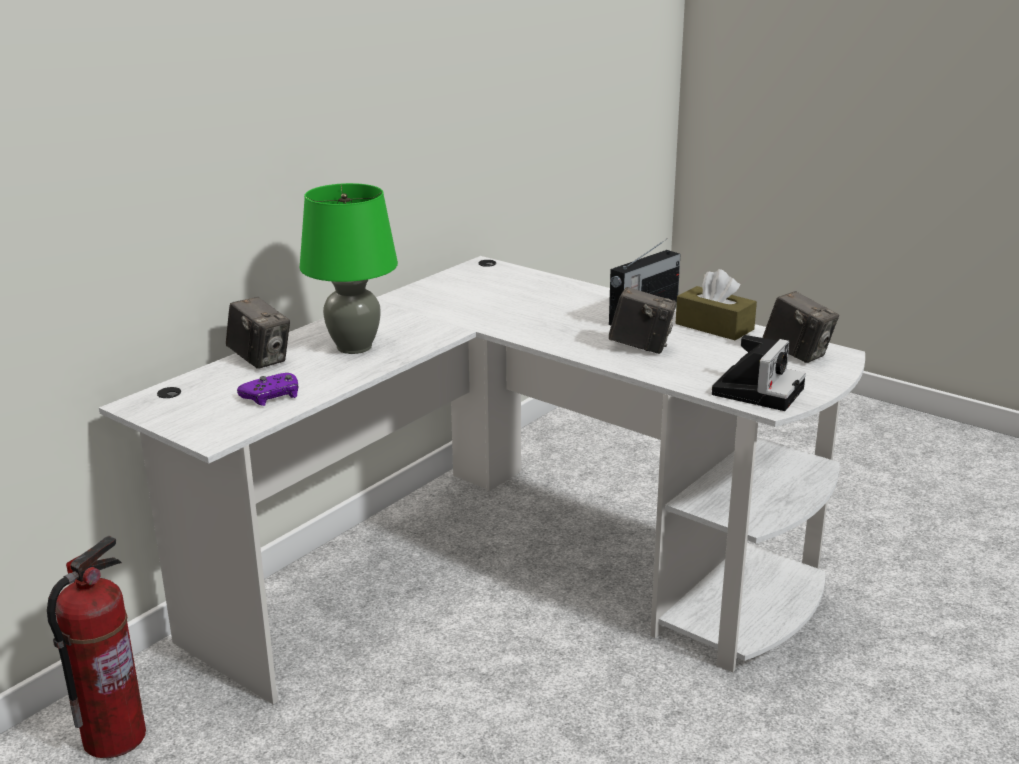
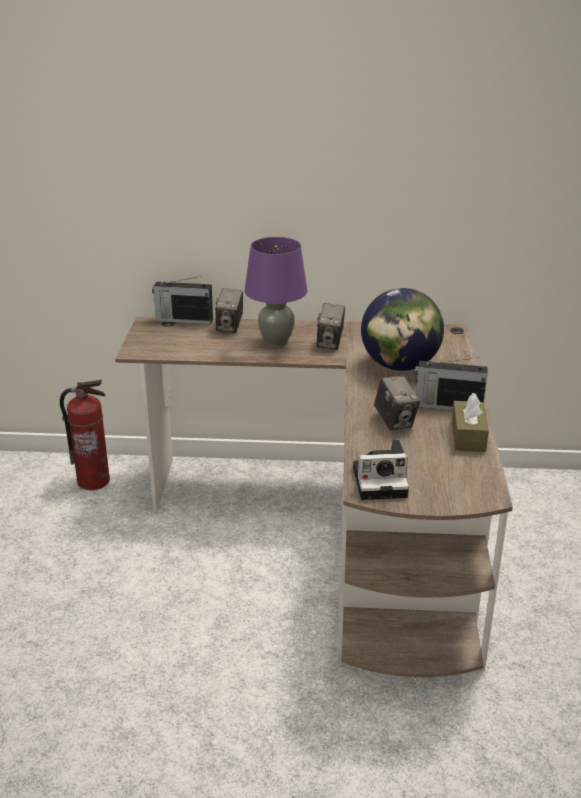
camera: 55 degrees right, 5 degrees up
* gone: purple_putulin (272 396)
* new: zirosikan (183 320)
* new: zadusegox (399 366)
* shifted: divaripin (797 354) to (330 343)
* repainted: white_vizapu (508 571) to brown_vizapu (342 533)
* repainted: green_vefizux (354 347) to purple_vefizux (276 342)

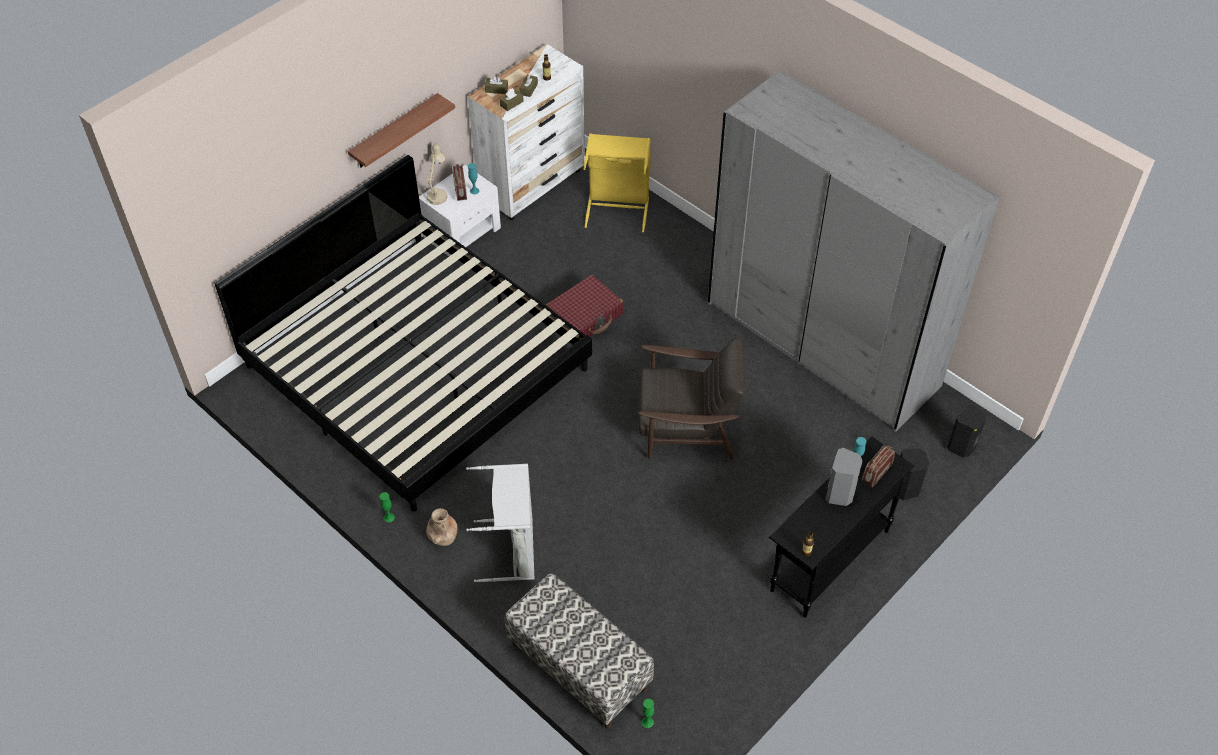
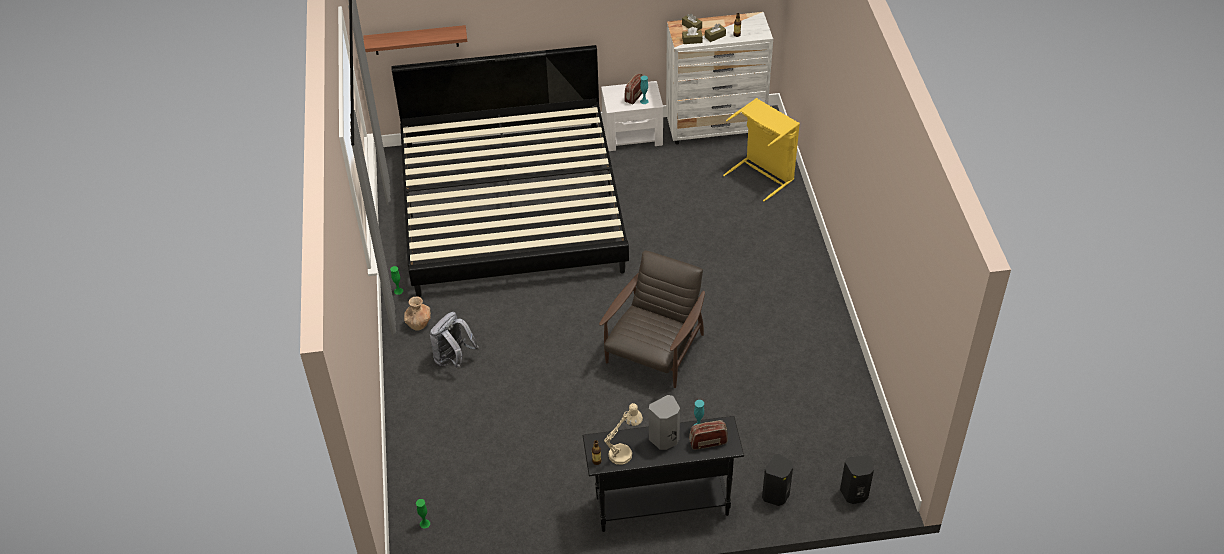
camera: 40 degrees right, 5 degrees down
* gone: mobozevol (578 667)
* gone: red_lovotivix (585 316)
* gone: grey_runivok (822 344)
* shifted: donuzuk (395 132) to (416 40)
* shifted: beige_vefizux (438 194) to (624 452)
* swapped: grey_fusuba (513 549) to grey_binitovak (453 359)
* rotated: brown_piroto (686 426) = (654 351) 105 degrees counterclockwise

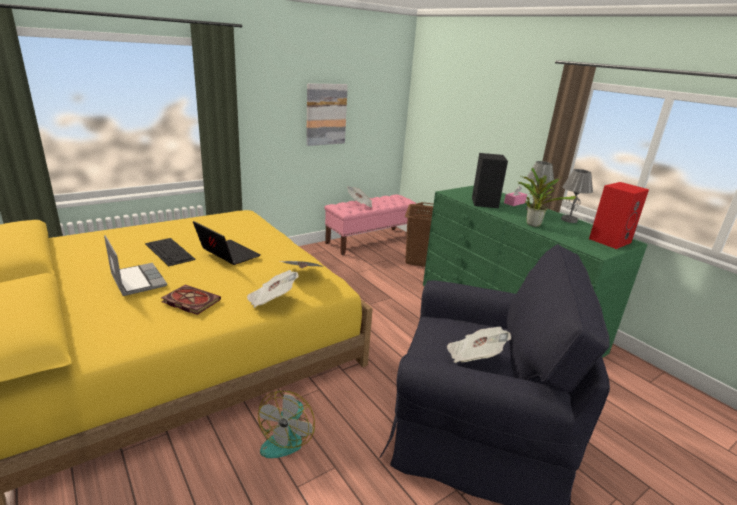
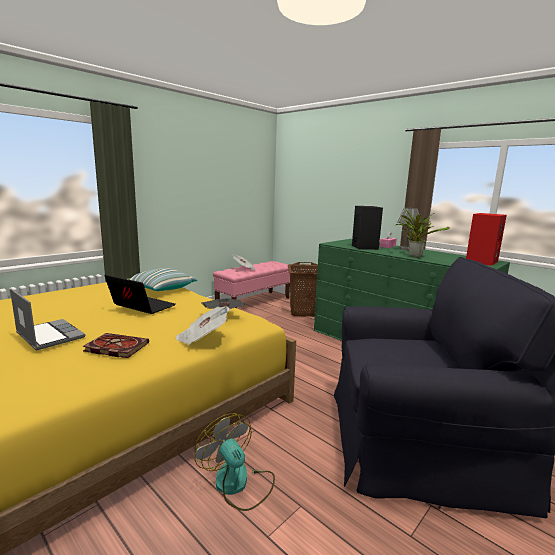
camera: 10 degrees left, 10 degrees down
* gone: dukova (170 251)
* gone: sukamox (326 114)
* gone: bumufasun (474 356)
* gone: grey_vefizux (569 220)
* new: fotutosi (161 289)
* rotated: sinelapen (286 437) = (238 484) 135 degrees clockwise

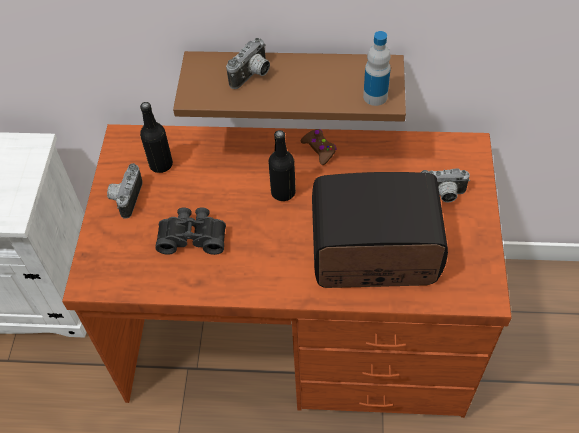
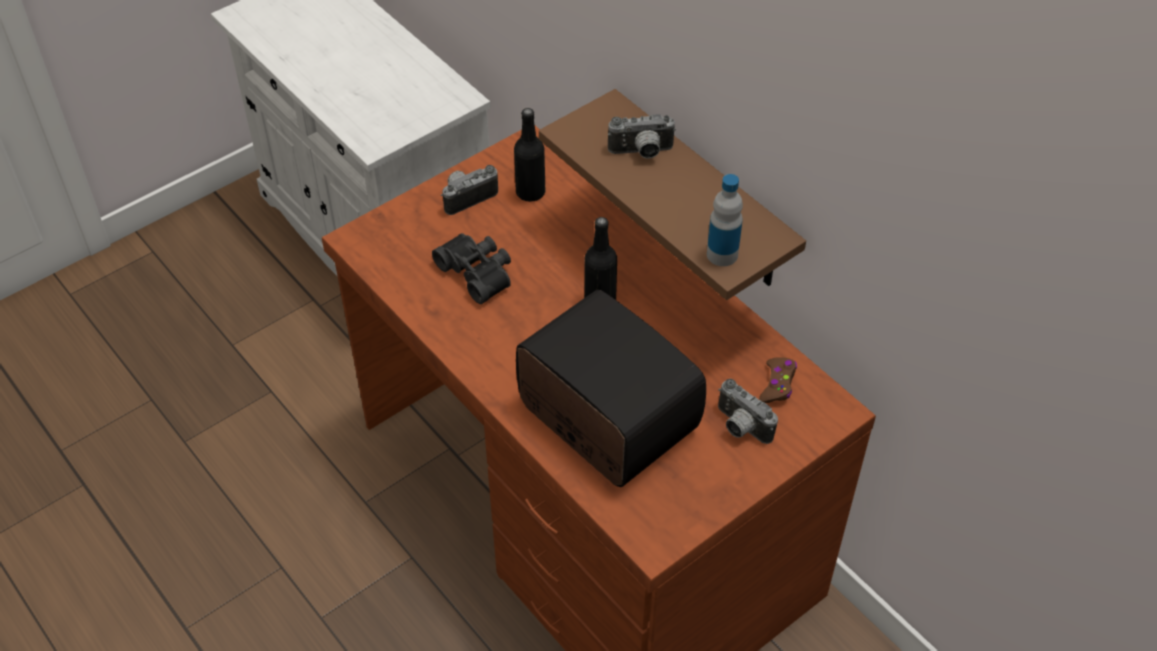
camera: 45 degrees right, 5 degrees down
* shifted: brown_putulin (319 149) to (777 384)

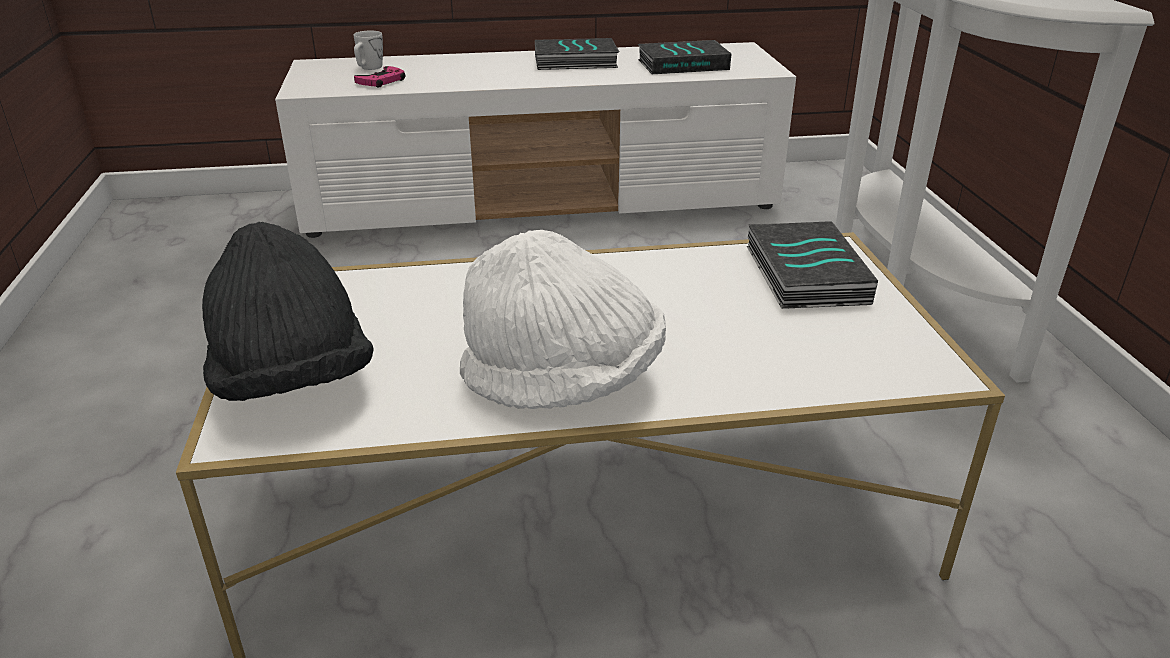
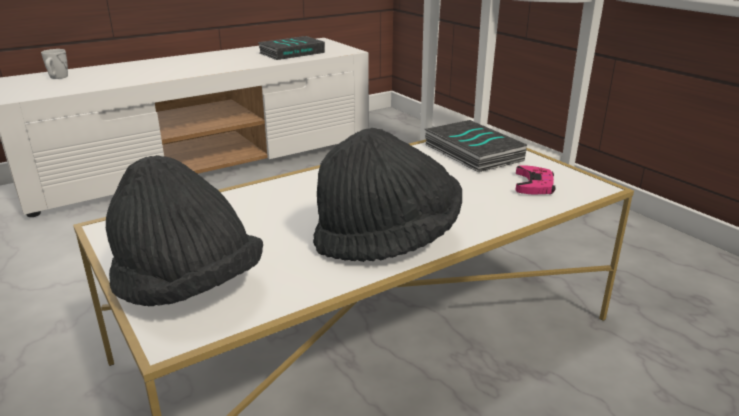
camera: 25 degrees left, 5 degrees down
* gone: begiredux (574 62)
* shifted: pink_putulin (382 81) to (534 185)
* repainted: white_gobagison (563 381) to black_gobagison (387 239)

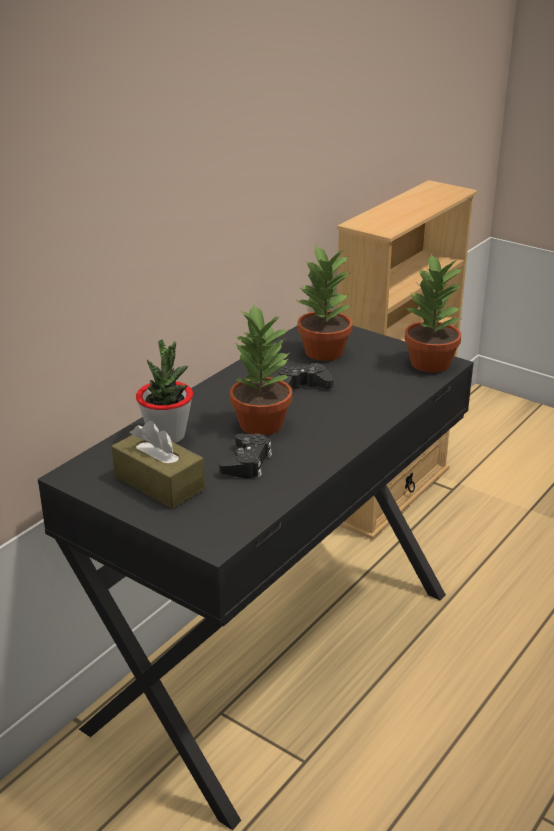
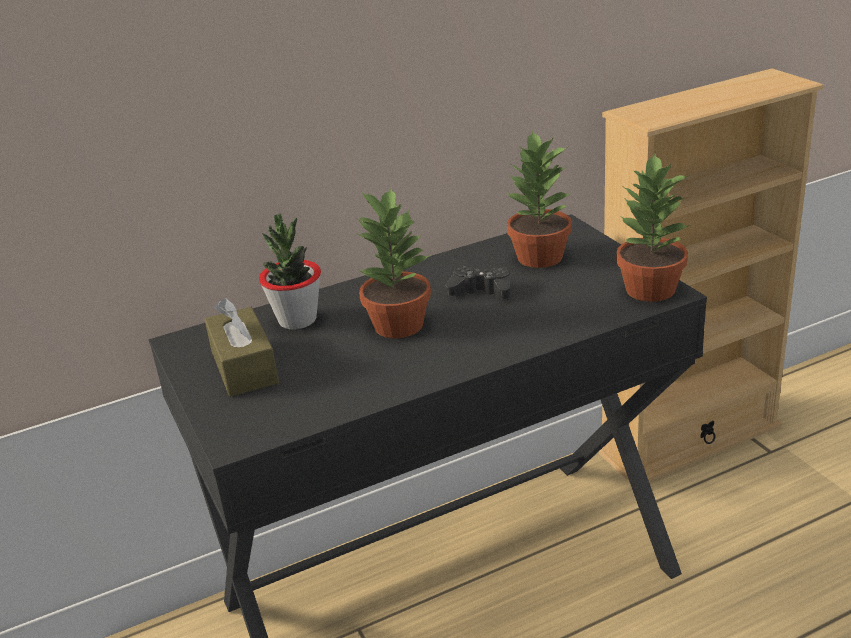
camera: 30 degrees right, 0 degrees up
* gone: black_putulin (247 462)

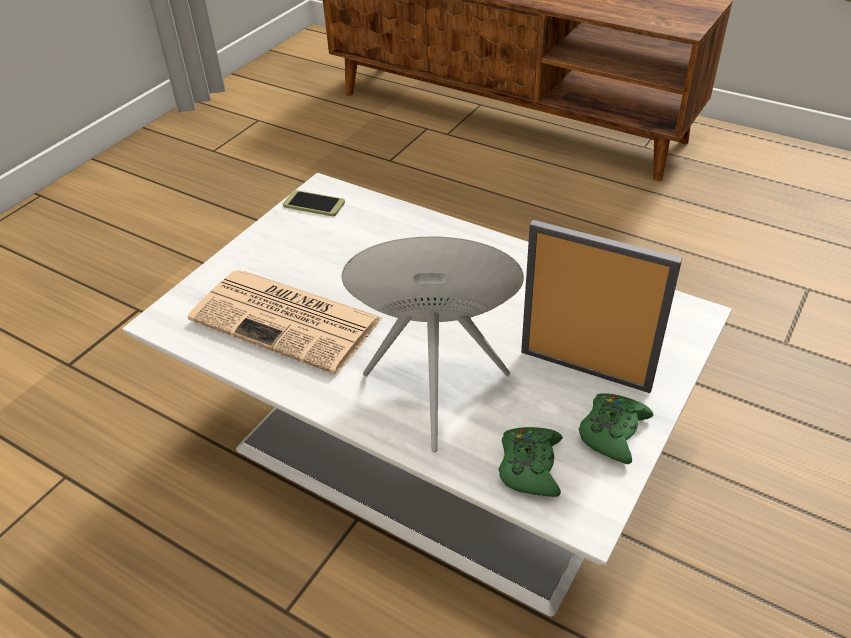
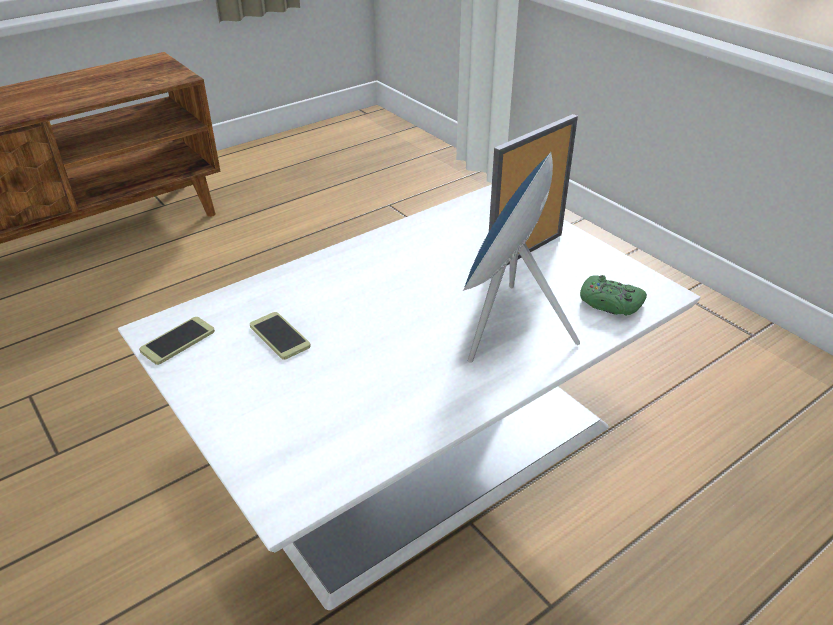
camera: 70 degrees left, 5 degrees down
* gone: bumufasun (289 320)
* gone: green_putulin (613 432)
* new: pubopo (279 336)

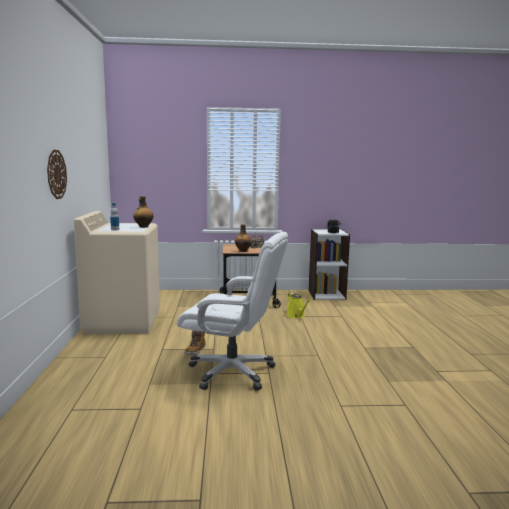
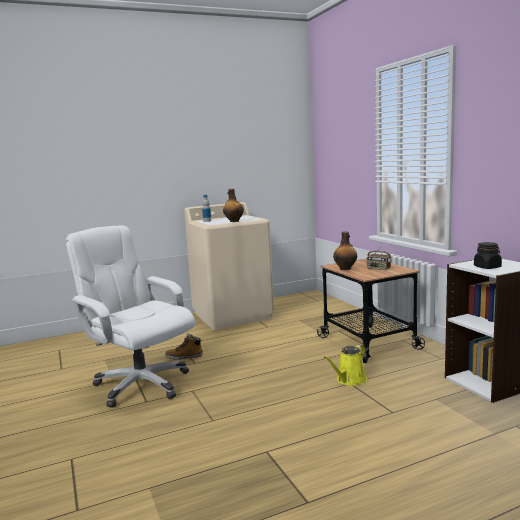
camera: 70 degrees right, 0 degrees up
* gone: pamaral (56 174)
* rotated: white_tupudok (233 372) = (141 384) 135 degrees clockwise

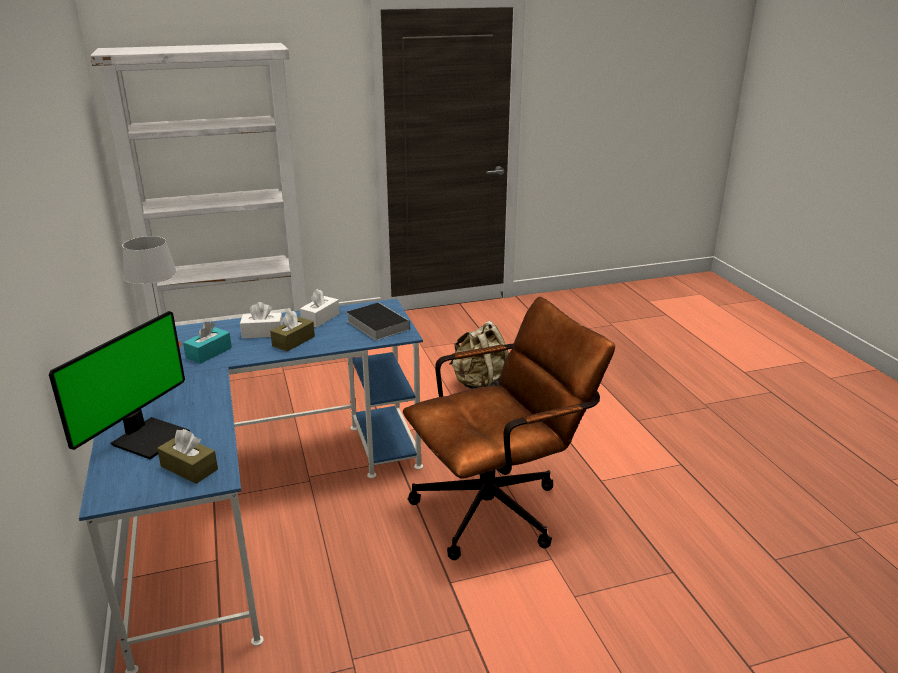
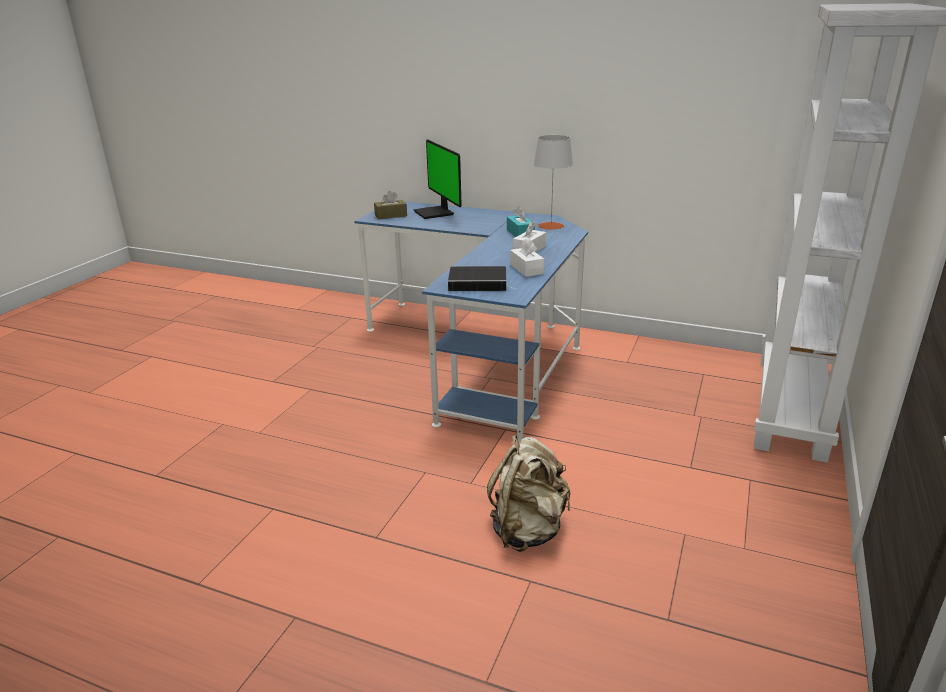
camera: 130 degrees right, 0 degrees up
* gone: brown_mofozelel (293 341)
* gone: brown_tupudok (500 507)

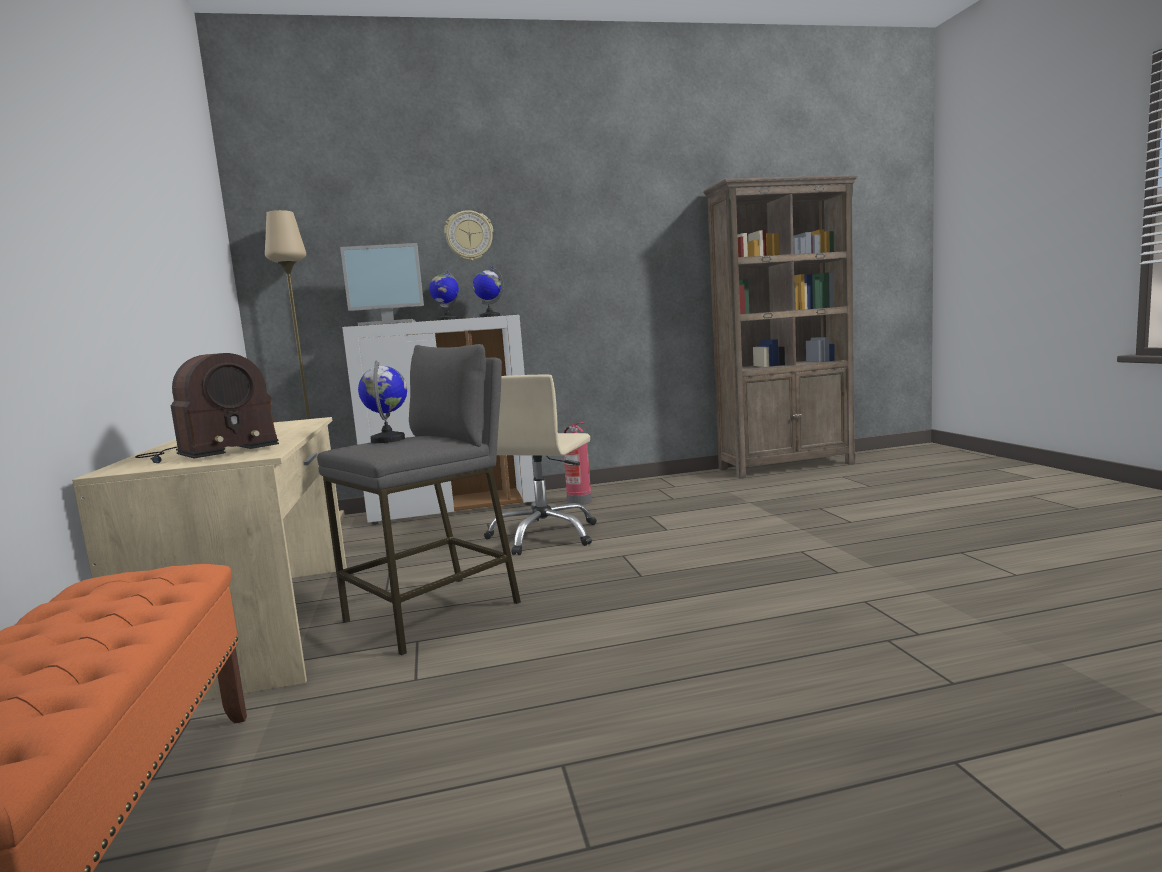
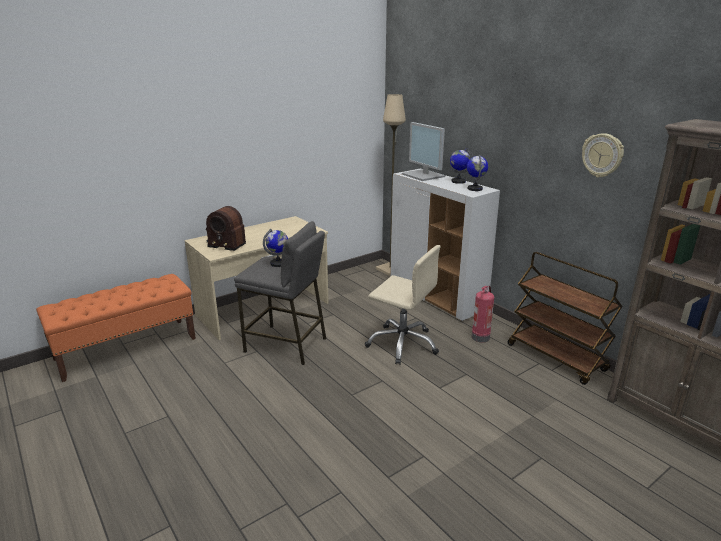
camera: 65 degrees right, 15 degrees up
* new: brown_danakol (556 358)
* shifted: pamaral (469 236) to (602 155)
* rotated: beige_tupudok (544 536) = (402 344) 150 degrees counterclockwise

